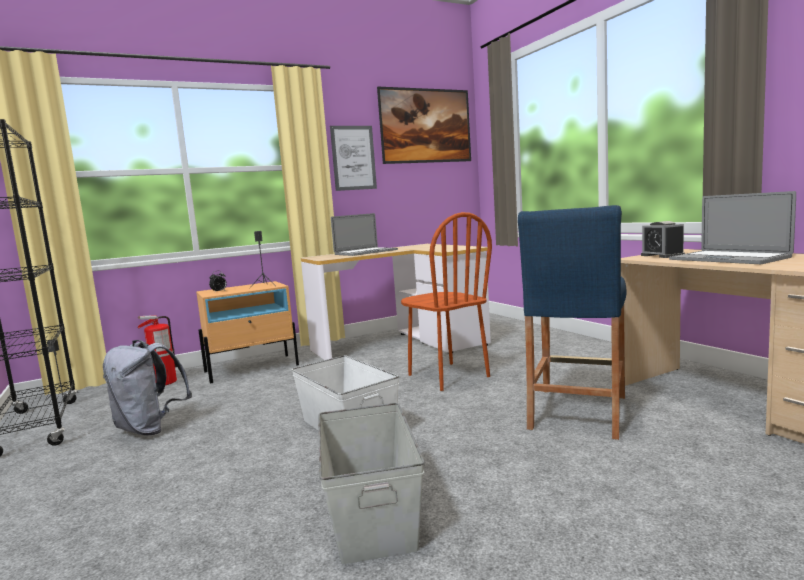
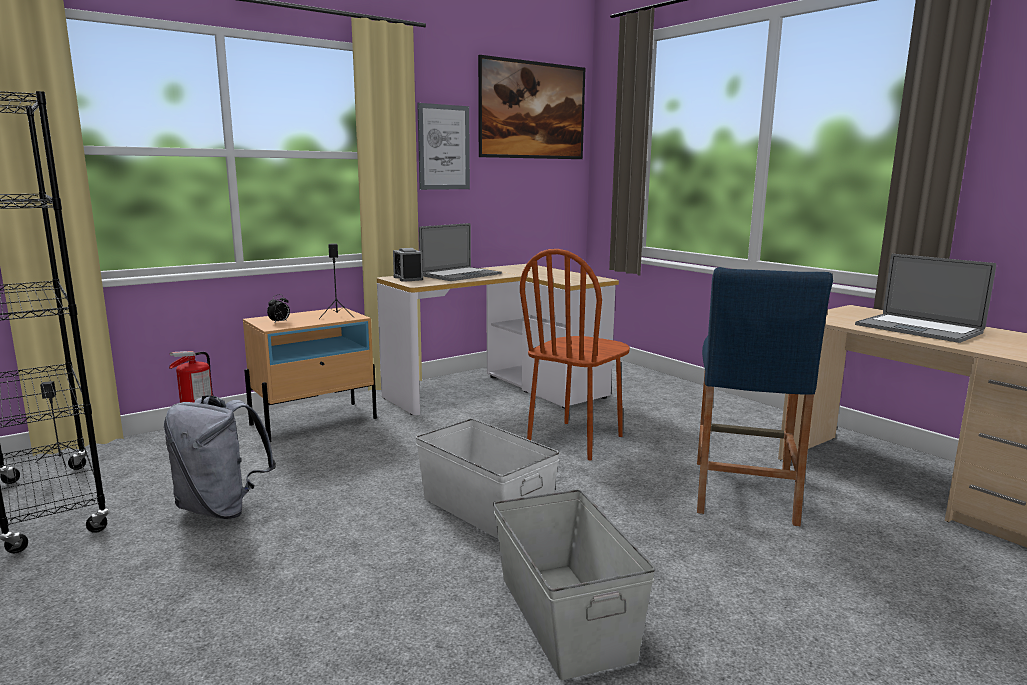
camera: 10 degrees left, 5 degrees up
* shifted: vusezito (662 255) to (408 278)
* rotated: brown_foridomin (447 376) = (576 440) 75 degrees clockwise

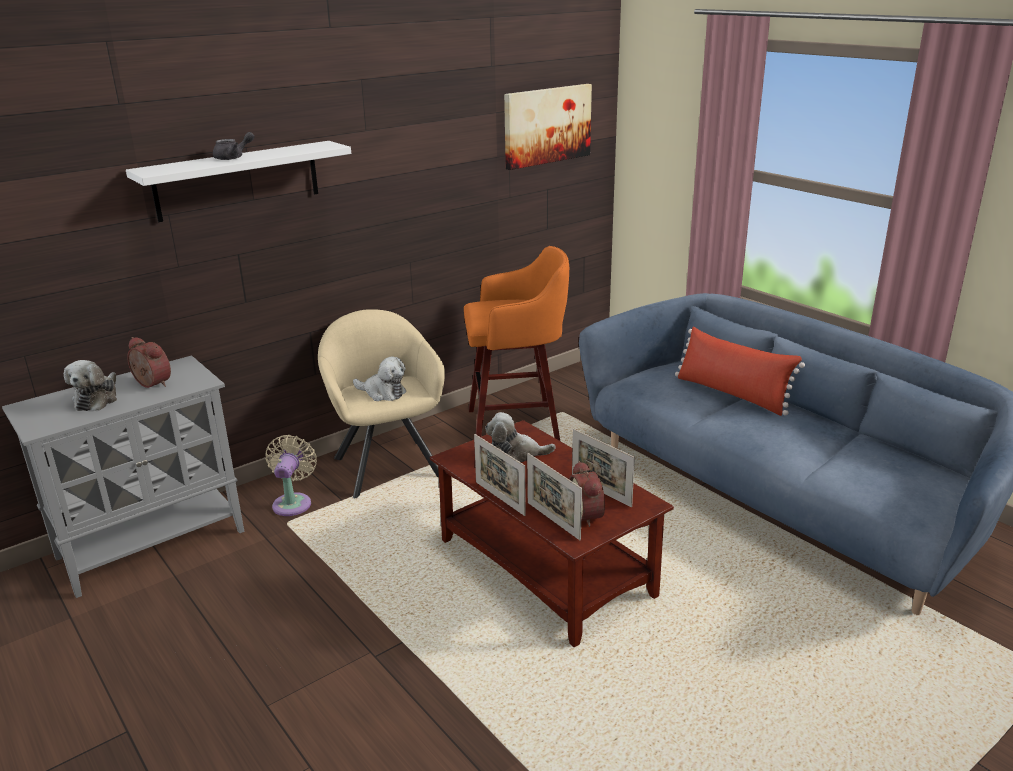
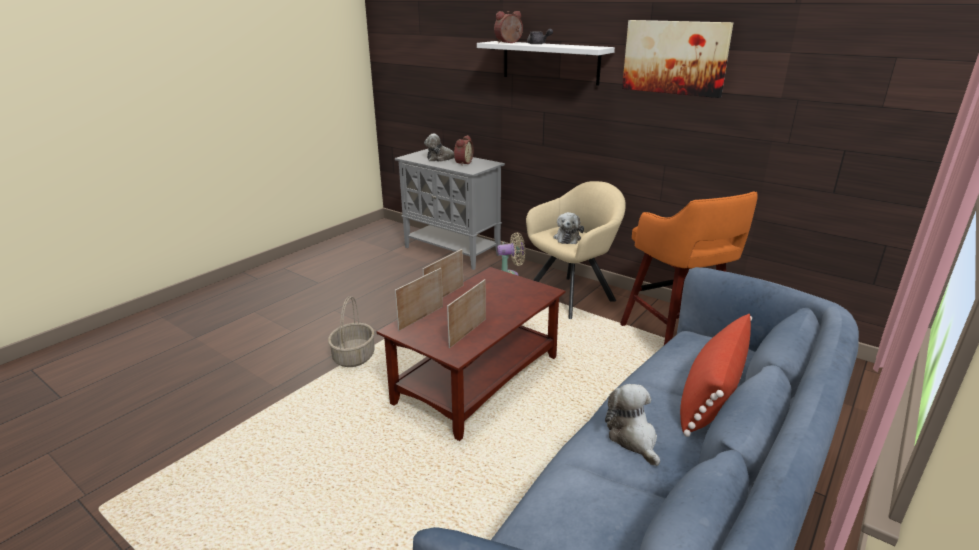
camera: 75 degrees right, 0 degrees up
* new: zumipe (353 356)
* shifted: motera (515 454) to (633 438)
* shifted: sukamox (547 125) to (675 57)
* shifted: vusezito (588 515) to (509 43)

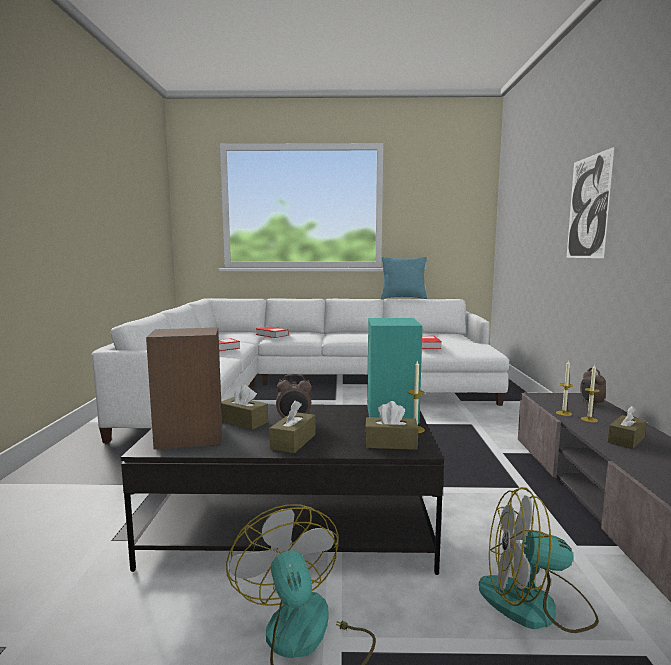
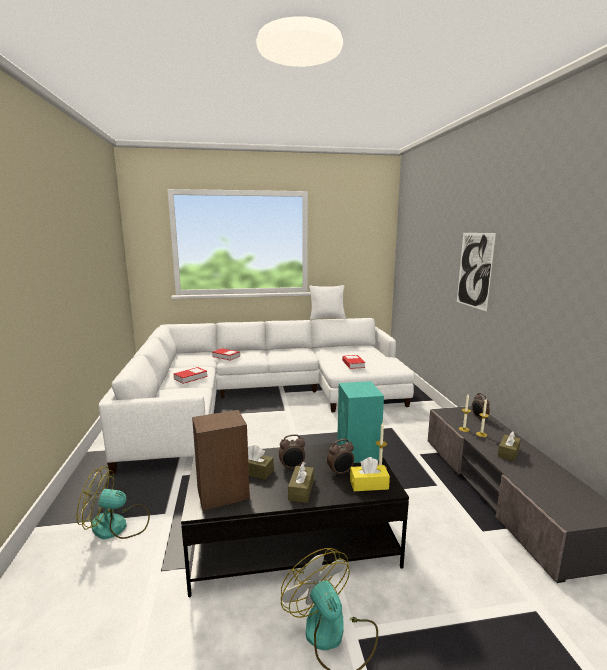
camera: 10 degrees left, 5 degrees up
* new: vusezito (340 473)
* shifted: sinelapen (535 604) to (118 526)
* repainted: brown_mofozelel (390 443) to yellow_mofozelel (369 484)
* repainted: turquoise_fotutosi (403 298) to white_fotutosi (327 318)

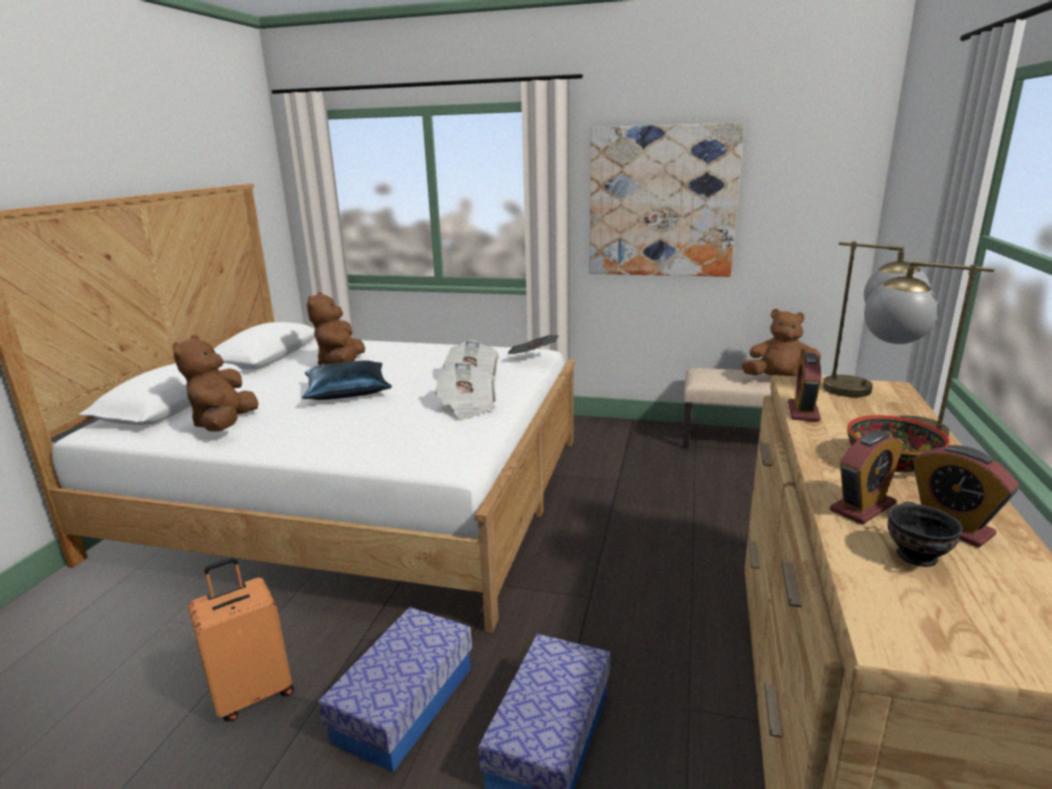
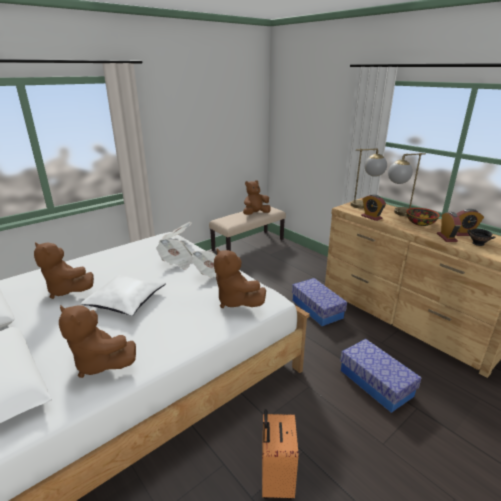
camera: 55 degrees left, 5 degrees up
* gone: sukamox (662 202)
* new: brown_motera (236 301)
* shifted: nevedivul (404 703) to (317 309)
* repainted: blue_fotutosi (348 391) to white_fotutosi (126 301)

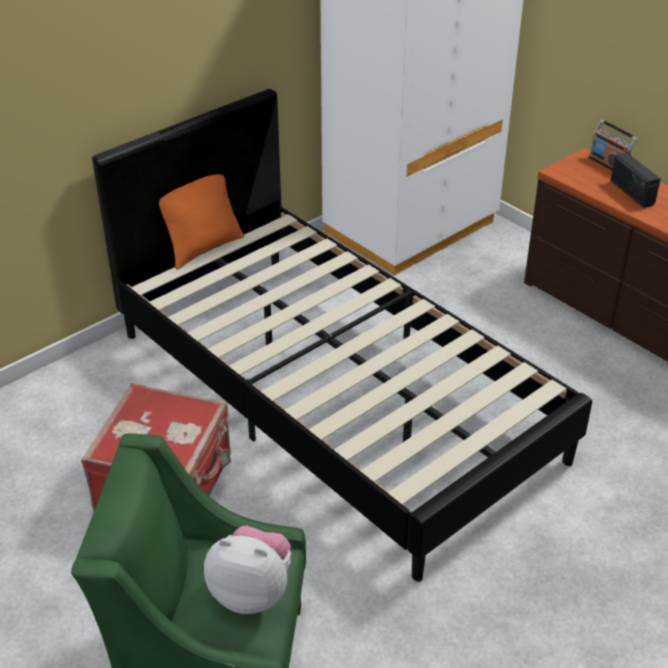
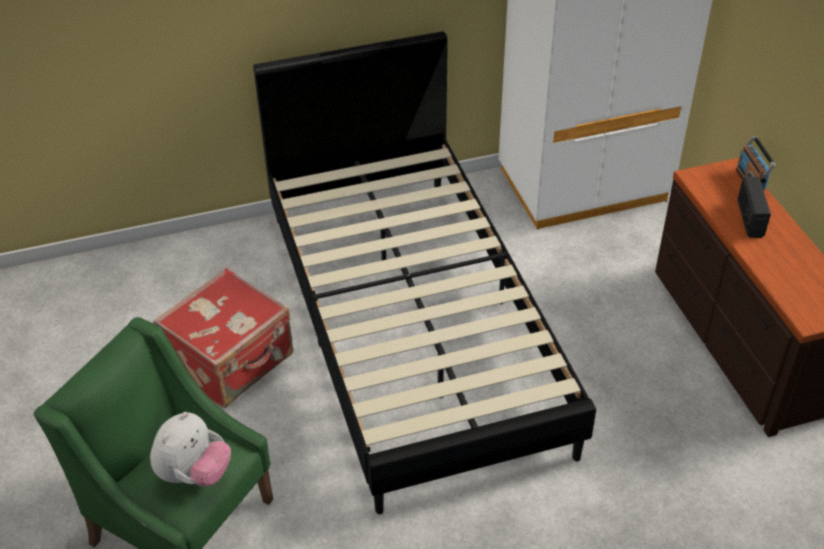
camera: 25 degrees right, 5 degrees up
* gone: orange_fotutosi (203 248)
* rotated: motera (252 592) = (194 474) 75 degrees clockwise

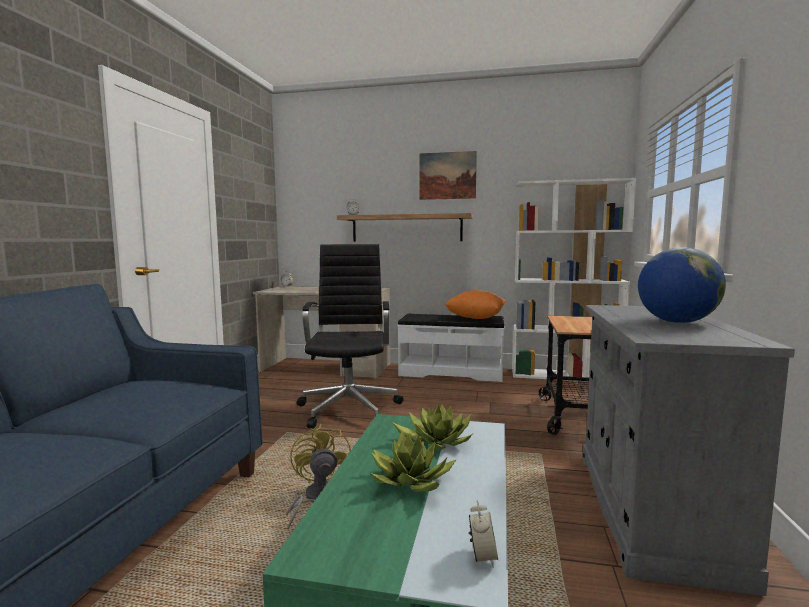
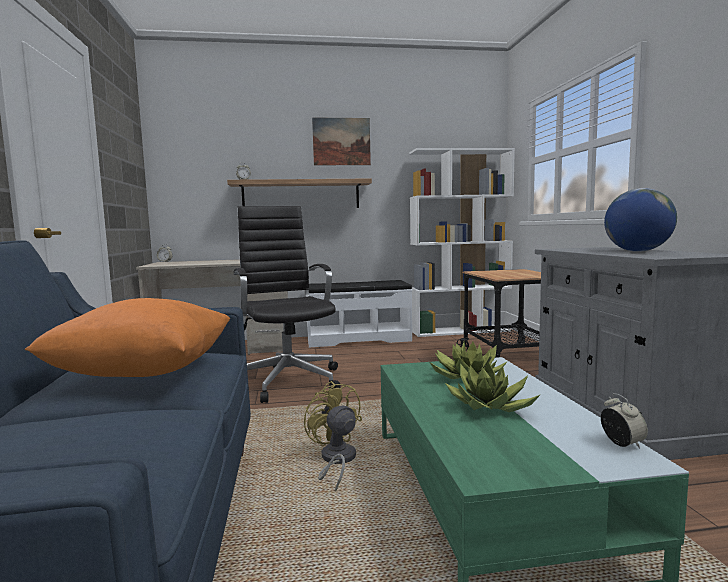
camera: 20 degrees left, 0 degrees up
* shifted: orange_fotutosi (476 318) to (145 373)

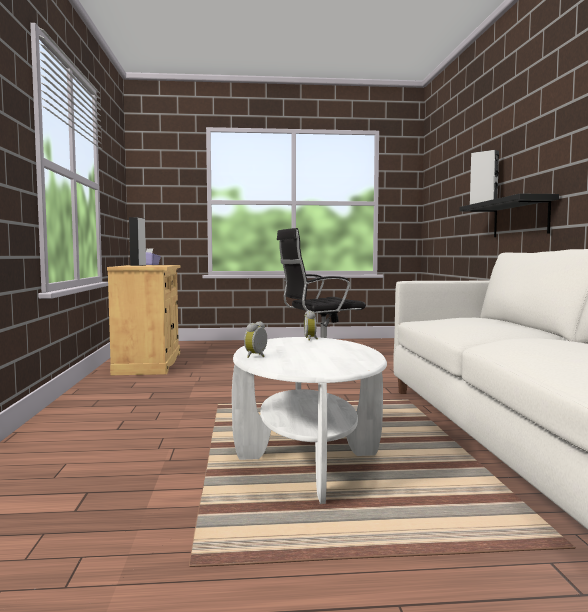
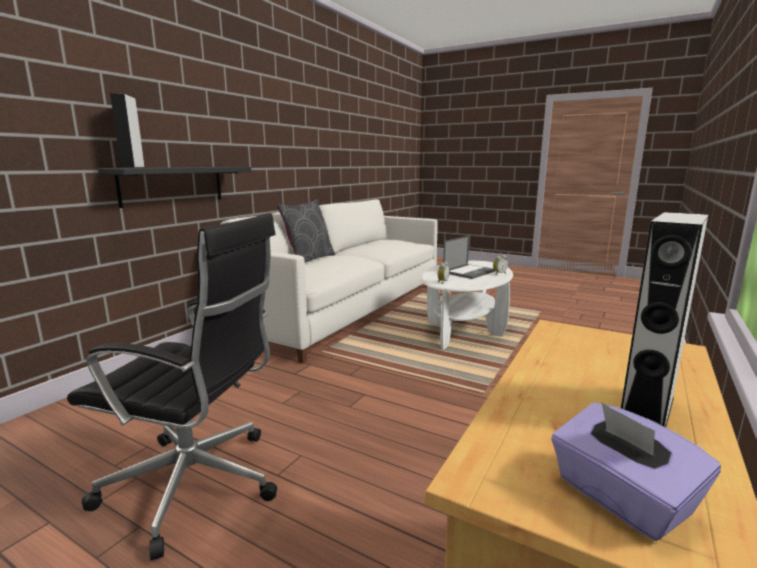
camera: 145 degrees left, 10 degrees up
* new: grey_fotutosi (308 259)
* new: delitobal (469 272)

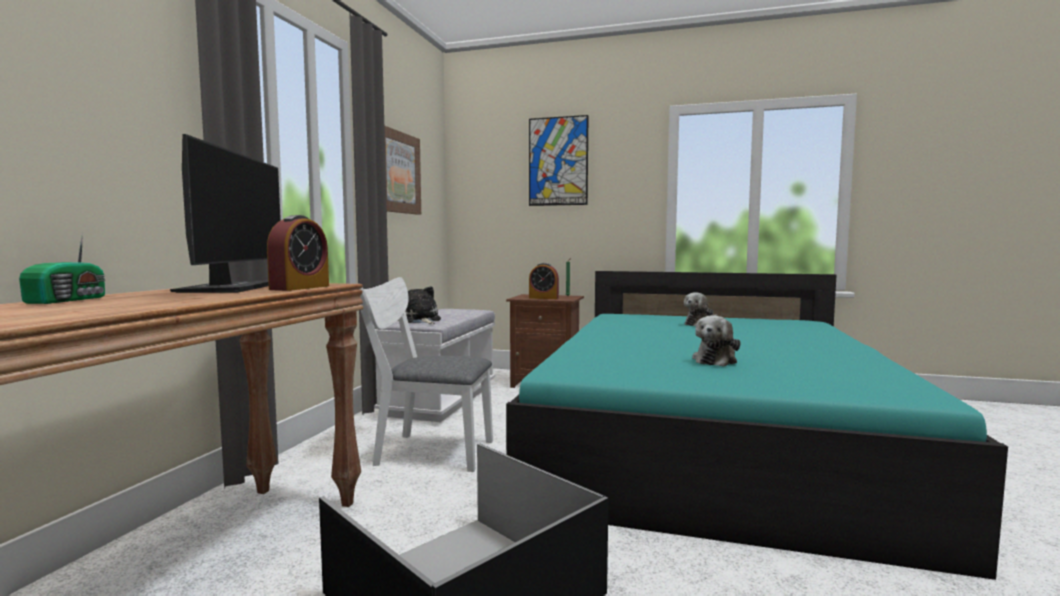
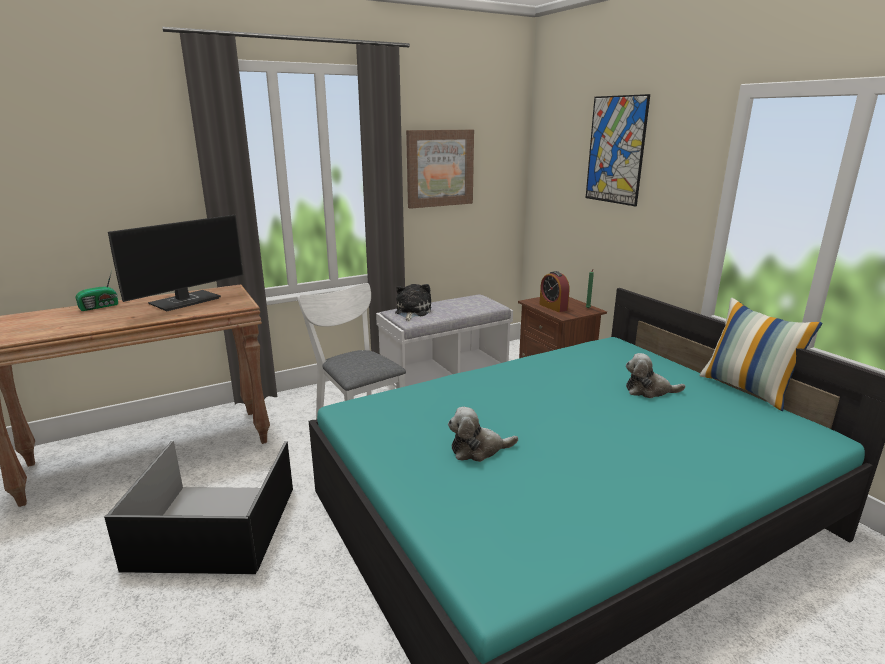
camera: 45 degrees right, 15 degrees up
* gone: vusezito (300 288)
* new: fotutosi (747 389)

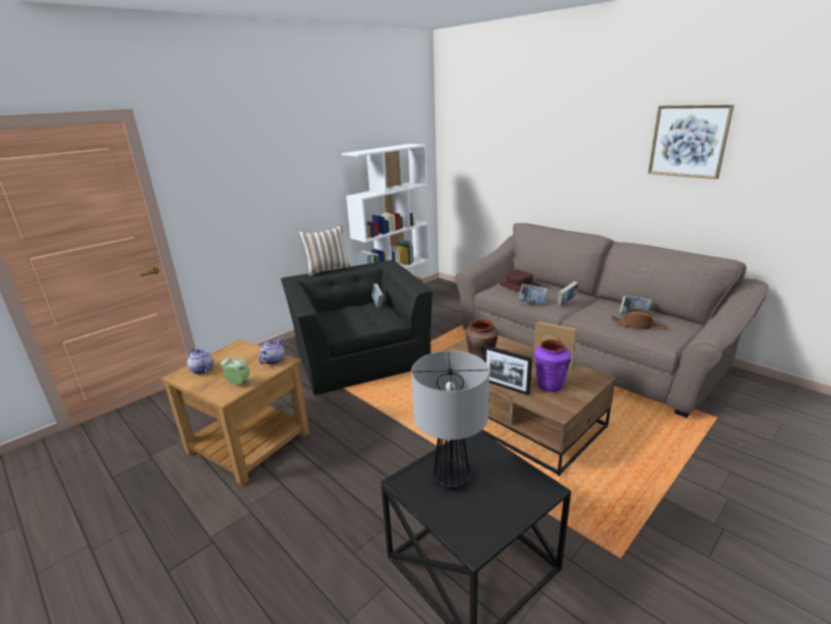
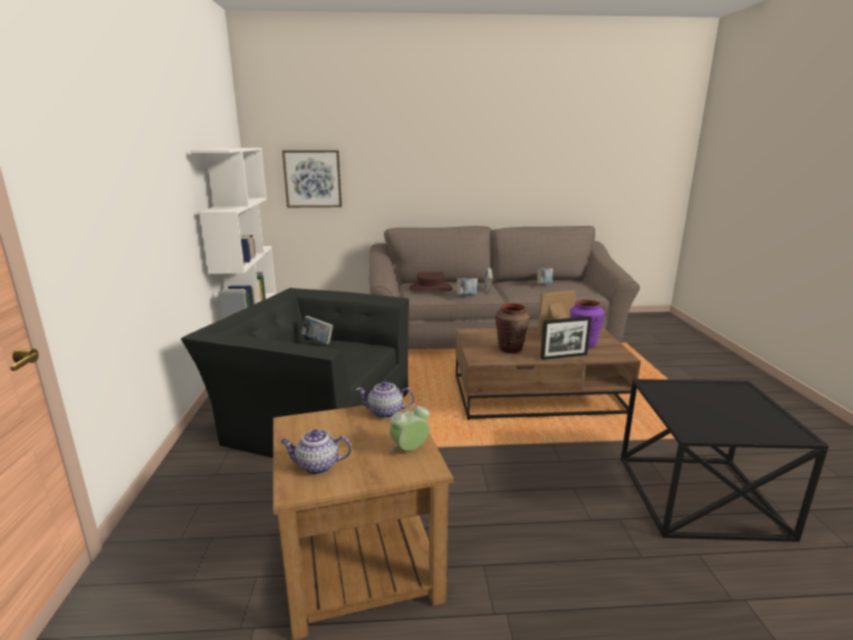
camera: 50 degrees left, 5 degrees down
* gone: fotutosi (327 269)
* gone: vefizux (451 479)
* gone: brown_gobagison (638 325)
* shifted: sukamox (688 141) to (312 179)
* rotated: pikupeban (273 360) = (385 413) 60 degrees counterclockwise

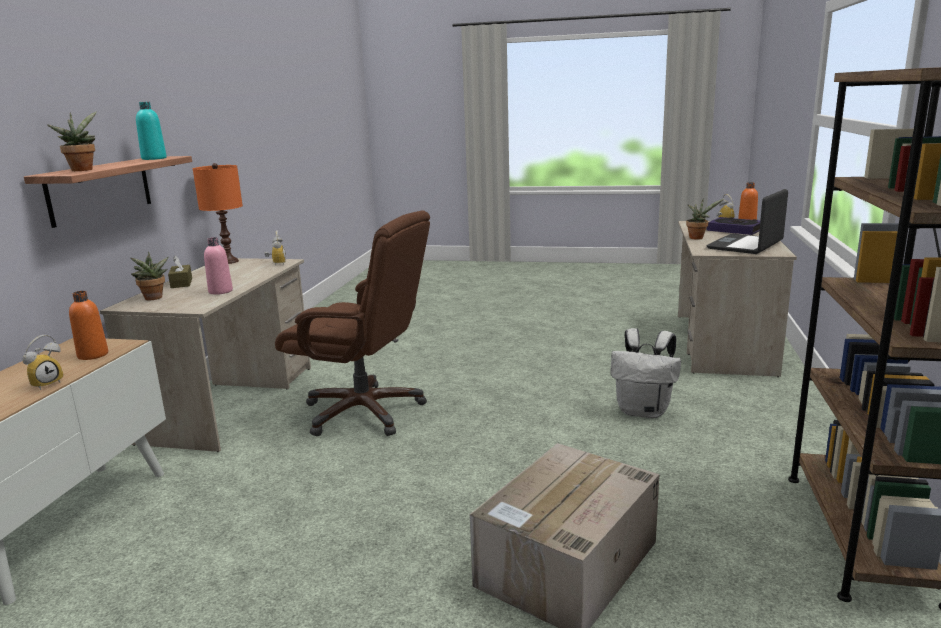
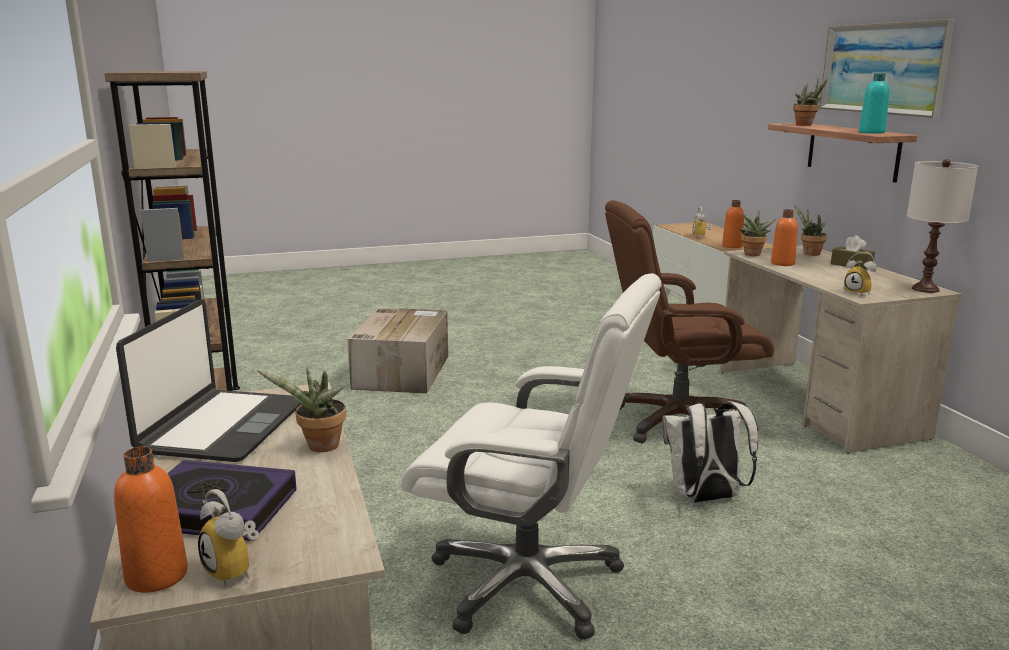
camera: 150 degrees right, 0 degrees up
* new: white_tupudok (528 583)
* new: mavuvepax (752 255)
* new: sukamox (883 68)
* shifted: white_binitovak (644 411) to (704 499)
* repainted: orange_vefizux (228 261) to white_vefizux (925 289)
* repainted: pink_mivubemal (220 291) to orange_mivubemal (782 263)

